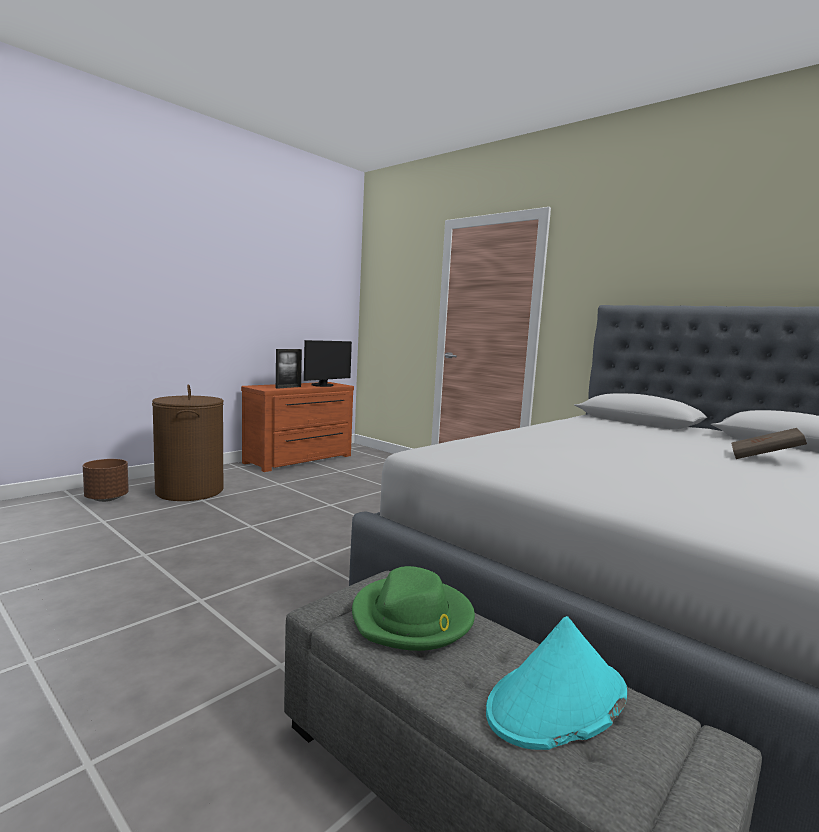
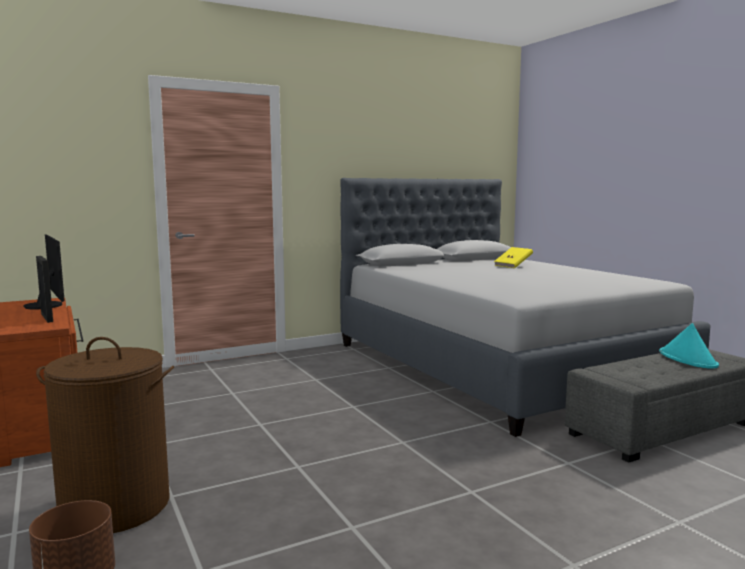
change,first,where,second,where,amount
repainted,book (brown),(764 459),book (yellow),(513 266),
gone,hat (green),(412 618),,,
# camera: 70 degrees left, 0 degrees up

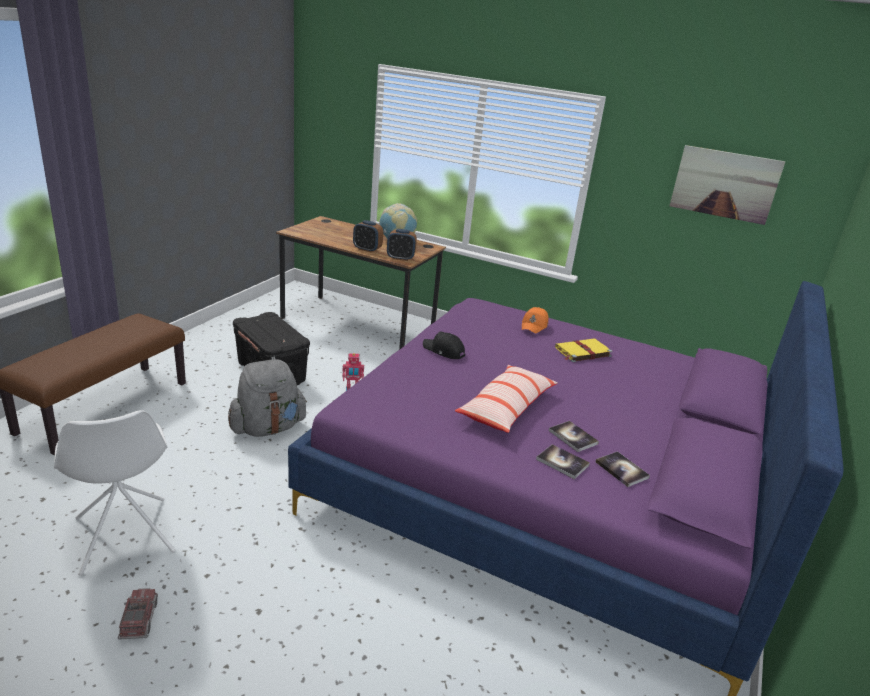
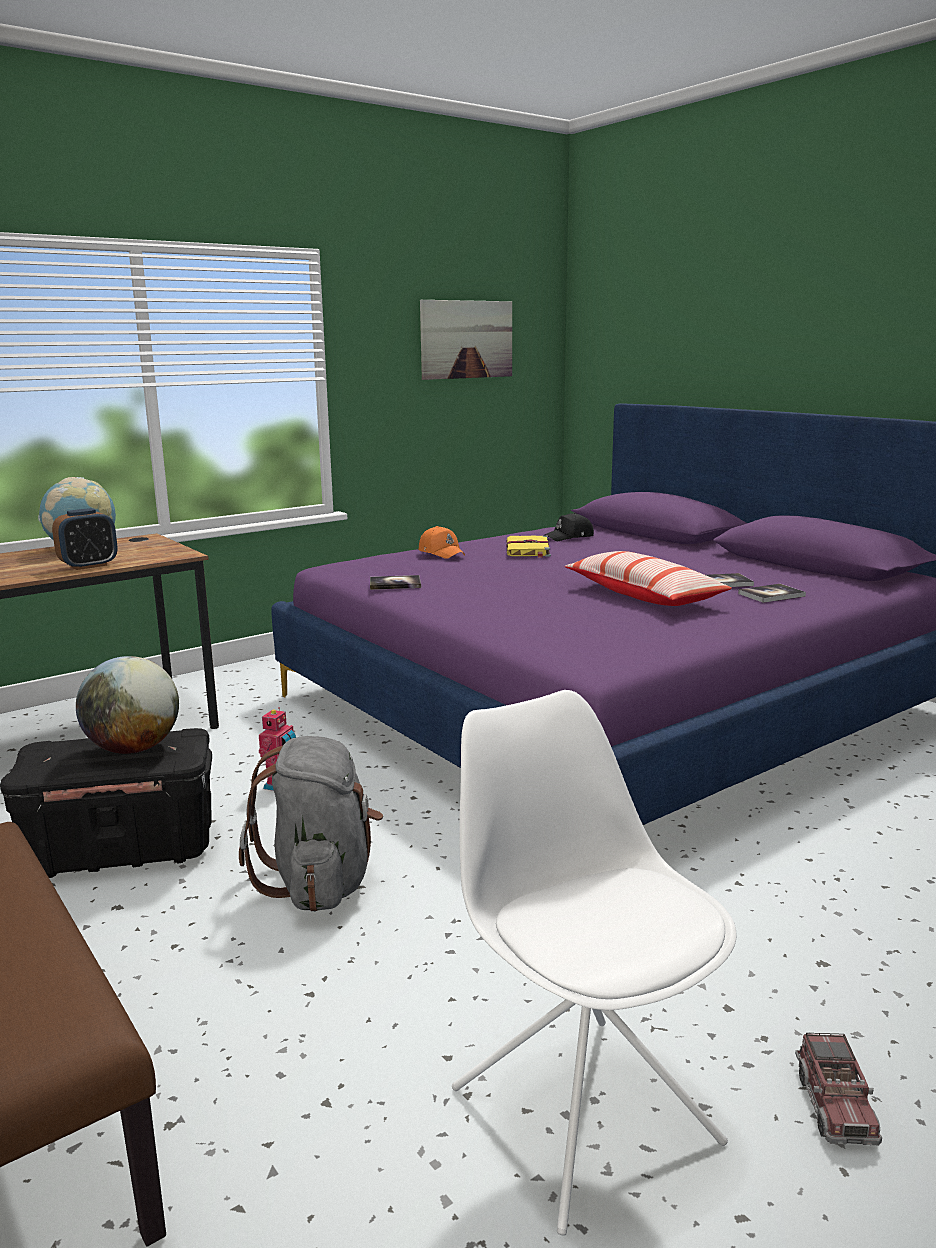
change,first,where,second,where,amount
new,,,globe,(134 749),
shifted,book,(621 470),,(395 584),
rotated,chair (white),(124 537),,(581 1111),120 degrees counterclockwise
shifted,cap (black),(443 351),,(569 537),
rotated,toy truck,(139 620),,(835 1105),105 degrees counterclockwise
gone,alarm clock,(400 258),,,
# camera: 60 degrees left, 10 degrees down

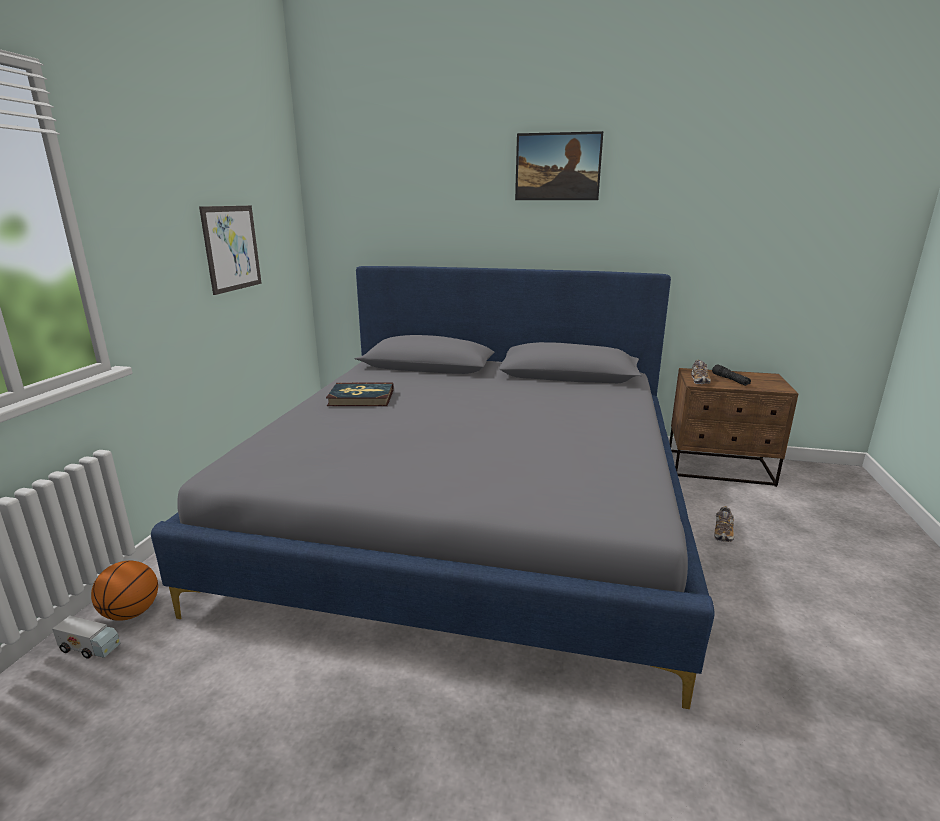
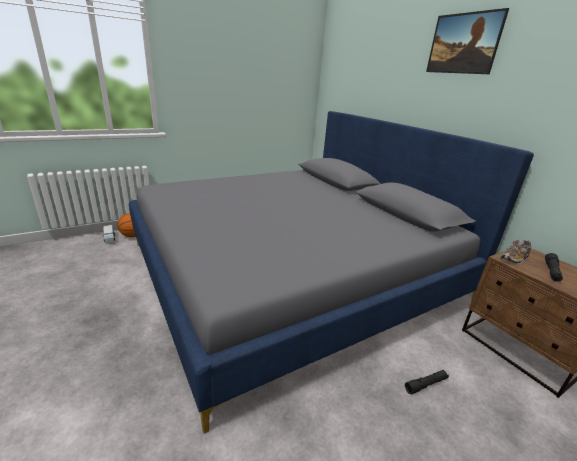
change,first,where,second,where,amount
swapped,shoe,(723 533),flashlight (black),(426 384),
gone,picture,(232 248),,,
gone,book,(361 398),,,
# camera: 45 degrees right, 5 degrees up

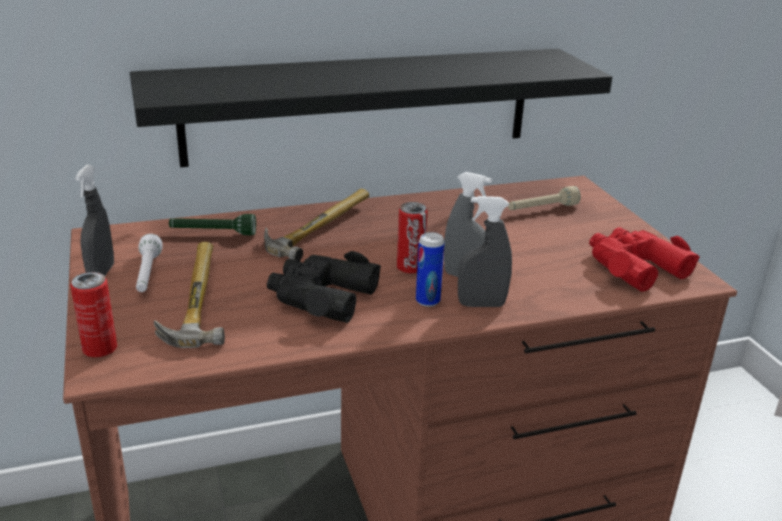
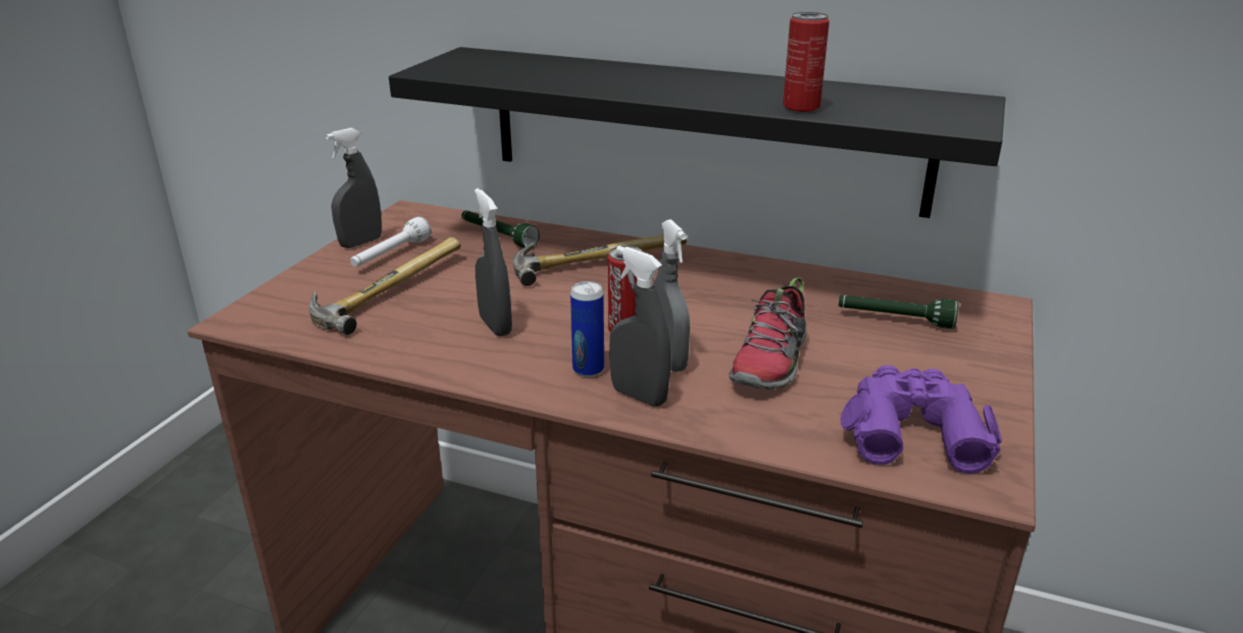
change,first,where,second,where,amount
swapped,binoculars (black),(321 296),spray bottle (grey),(495 326),
new,,,shoe,(771 362),
shifted,can,(100 349),,(801 108),
repainted,flashlight (beige),(541 209),flashlight (green),(894 320),
repainted,binoculars (red),(634 266),binoculars (purple),(913 430),
# camera: 40 degrees right, 0 degrees up

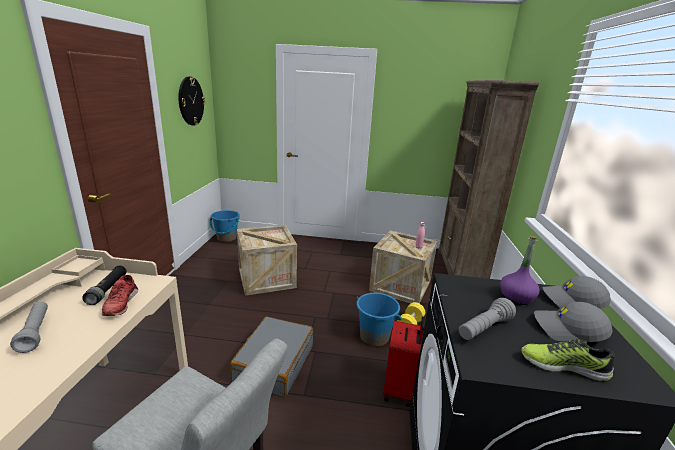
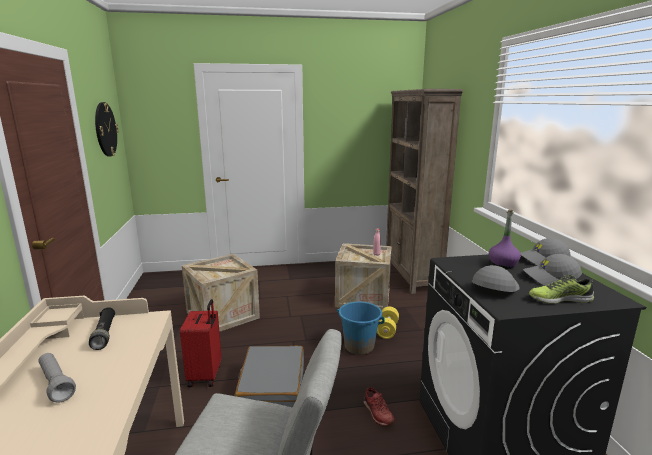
change,first,where,second,where,amount
shifted,suitcase (red),(400 389),,(206 375),
shifted,shoe (red),(120 303),,(377 412),
swapped,flashlight (grey),(484 329),cap (grey),(494 287),
gone,bucket (blue),(226 238),,,
# camera: 15 degrees left, 5 degrees down

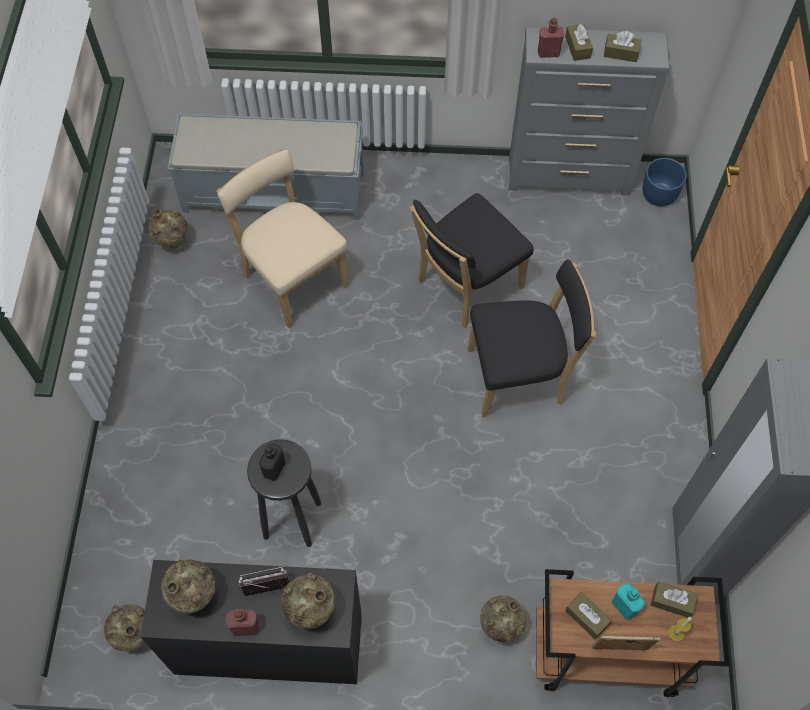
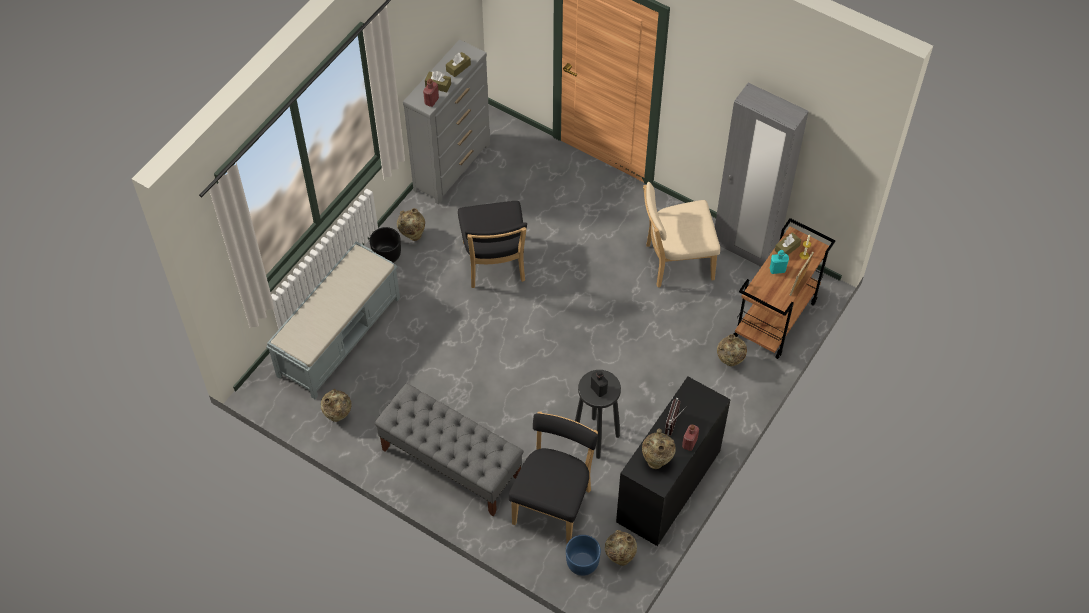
change,first,where,second,where,amount
new,,,planter (black),(387 255),
new,,,bench (grey),(450 464),
shifted,vase (beige),(311 612),,(412 236),
shifted,chair (black),(520 376),,(554 503),
shifted,planter (blue),(658 194),,(582 563),
shifted,chair (beige),(292 278),,(675 262),
gone,tissue box (brown),(586 617),,,
# camera: 60 degrees left, 5 degrees down

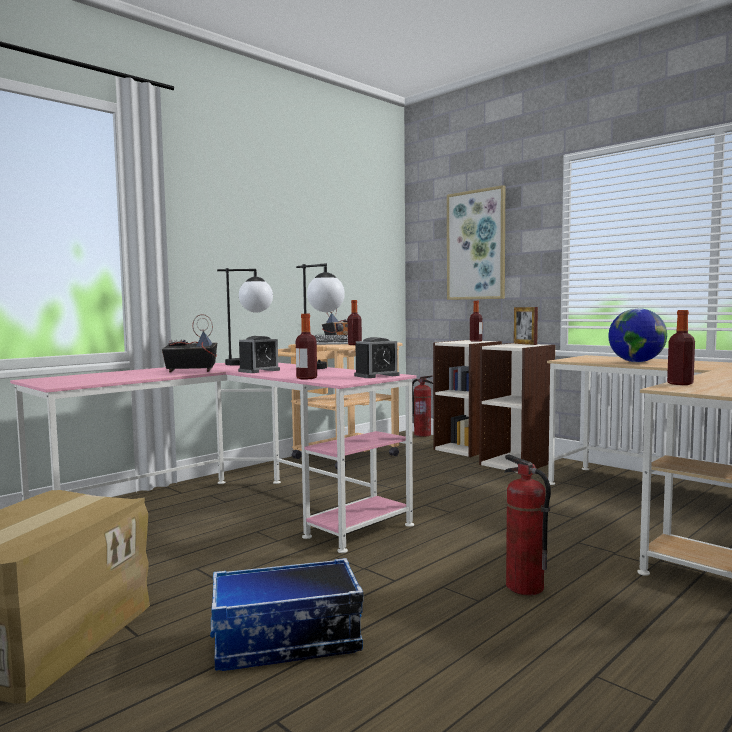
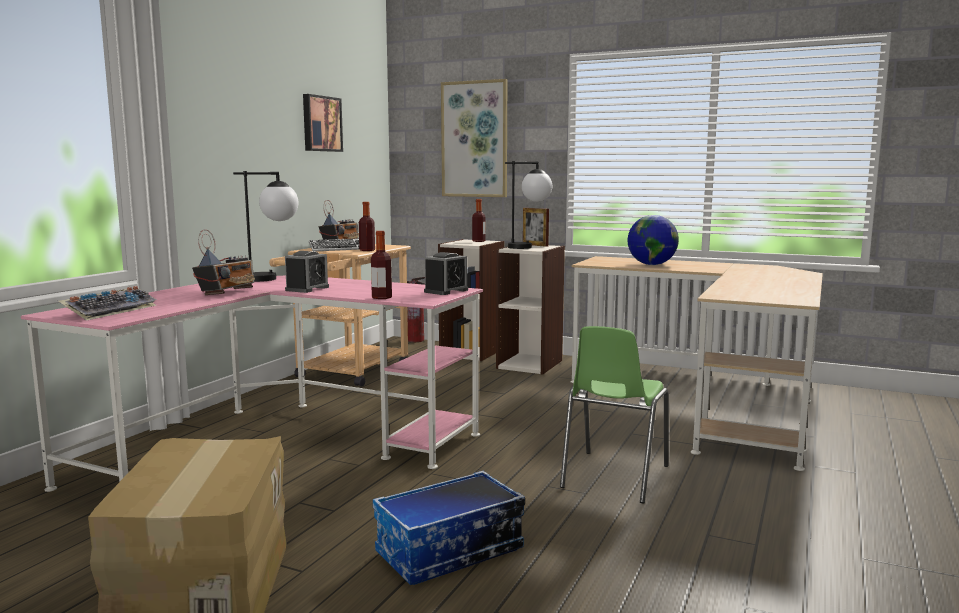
change,first,where,second,where,amount
new,,,keyboard,(110 311),
rotated,radio,(190 371),,(227 292),135 degrees clockwise
new,,,picture,(321 124),
shifted,table lamp,(321 368),,(529 248),
swapped,fire extinguisher,(524 587),chair (green),(613 477),
gone,bottle,(680 384),,,
# camera: 20 degrees left, 5 degrees up

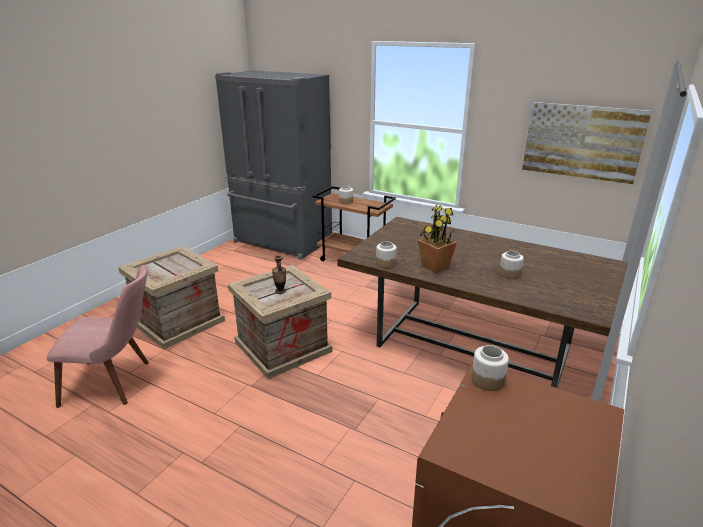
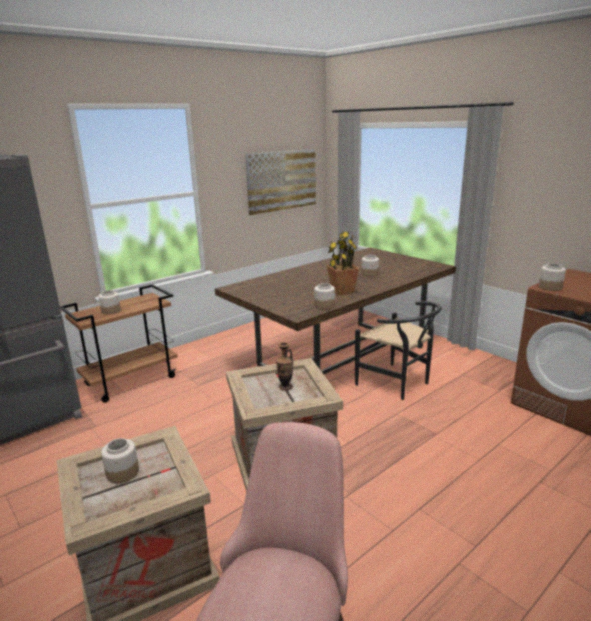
change,first,where,second,where,amount
new,,,jar,(122 473),
new,,,chair (black),(398 384),
# camera: 70 degrees left, 5 degrees down

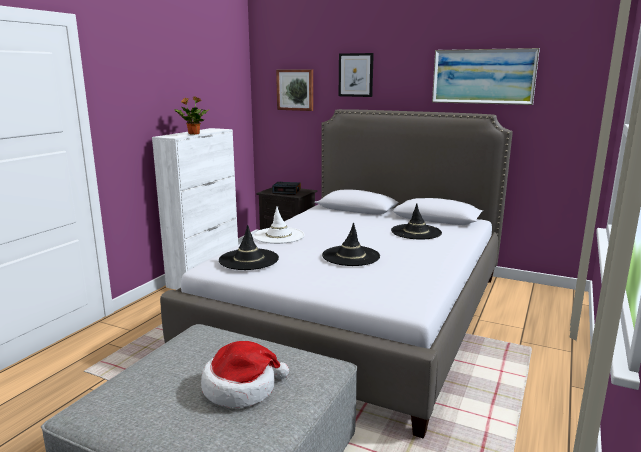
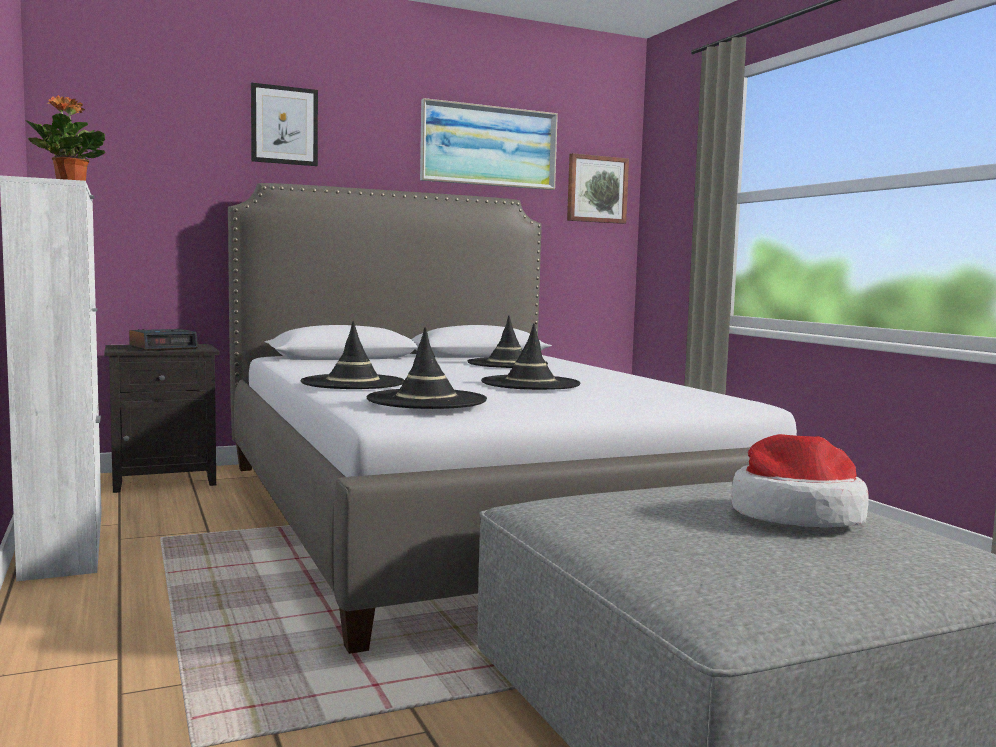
change,first,where,second,where,amount
repainted,hat (white),(279 236),hat (black),(353 383),
shifted,picture,(295 90),,(596 189),
# camera: 50 degrees left, 10 degrees down

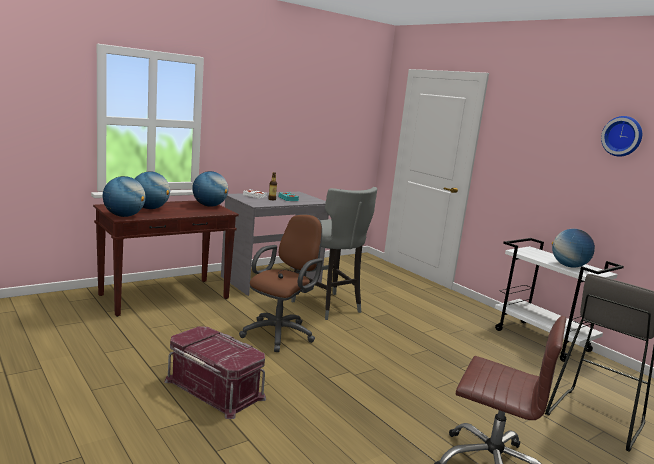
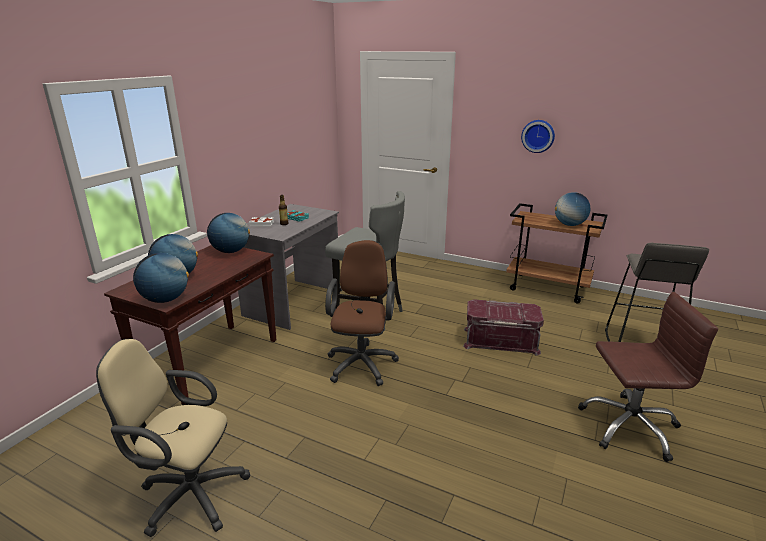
change,first,where,second,where,amount
new,,,office chair (beige),(188 494),
shifted,storage box (red),(216 388),,(500 340),
repainted,cart (white),(543 340),cart (brown),(548 288),
shifted,wall clock,(623 136),,(538 136),
# camera: 25 degrees left, 10 degrees up

